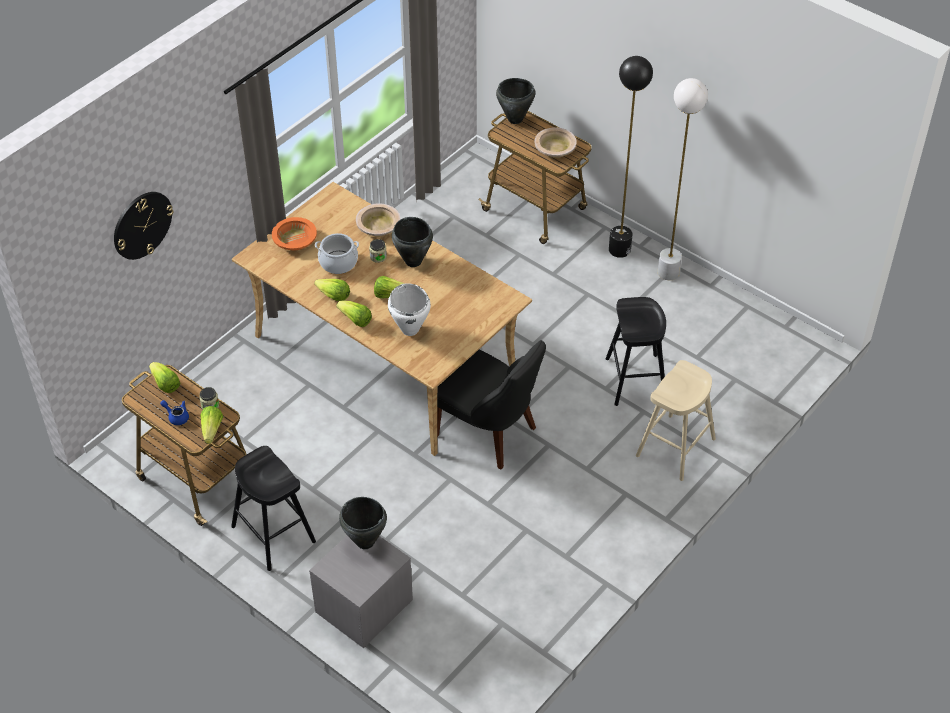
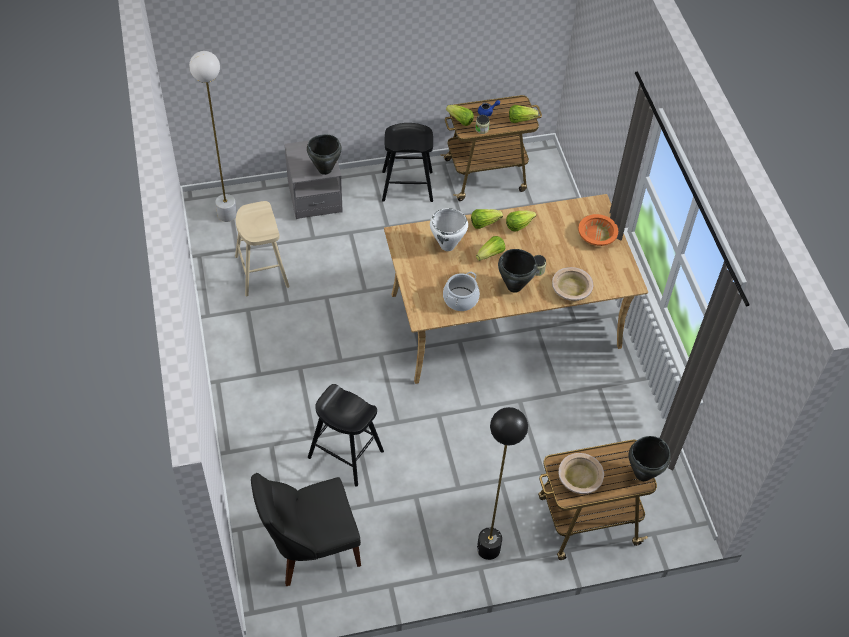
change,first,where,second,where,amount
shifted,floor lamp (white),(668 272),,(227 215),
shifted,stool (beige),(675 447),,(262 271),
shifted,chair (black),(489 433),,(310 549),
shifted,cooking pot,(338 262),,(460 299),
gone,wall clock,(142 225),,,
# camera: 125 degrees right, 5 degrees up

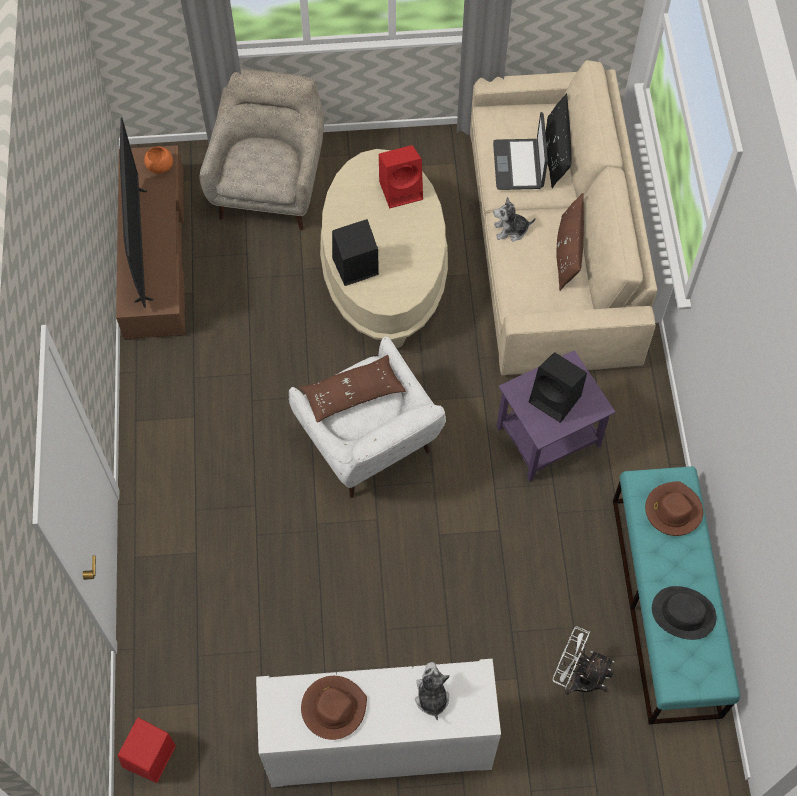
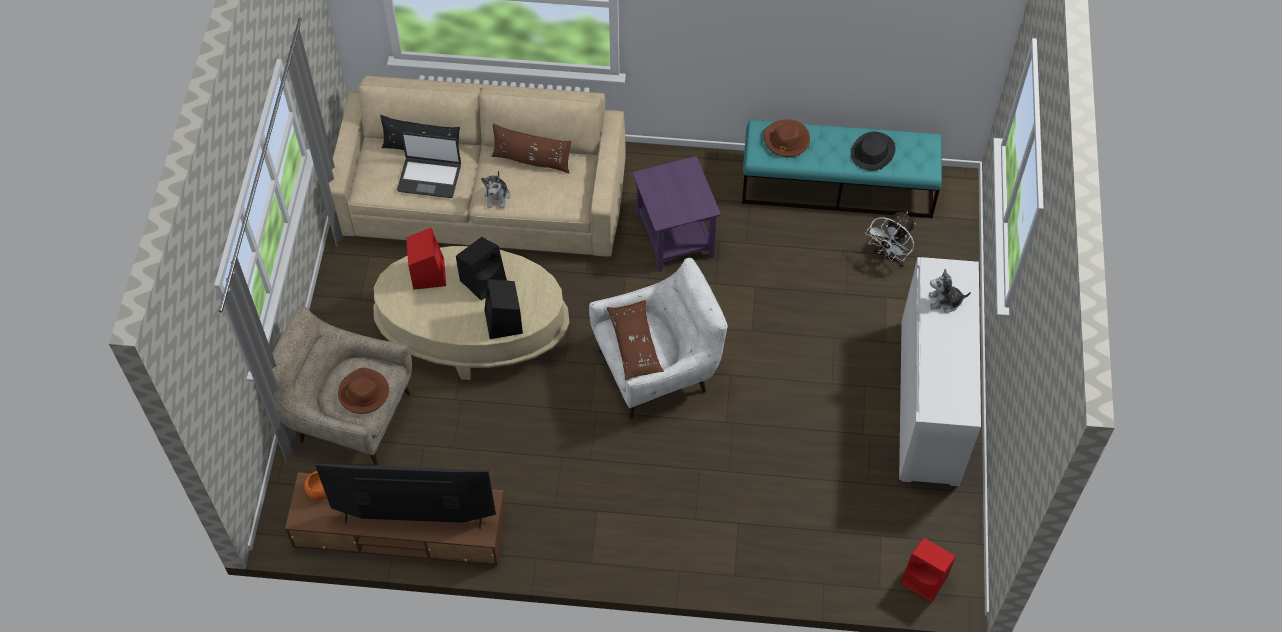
change,first,where,second,where,amount
shifted,hat (brown),(333 708),,(363 393),
shifted,speaker (black),(556 399),,(484 280),
# camera: 80 degrees left, 5 degrees down

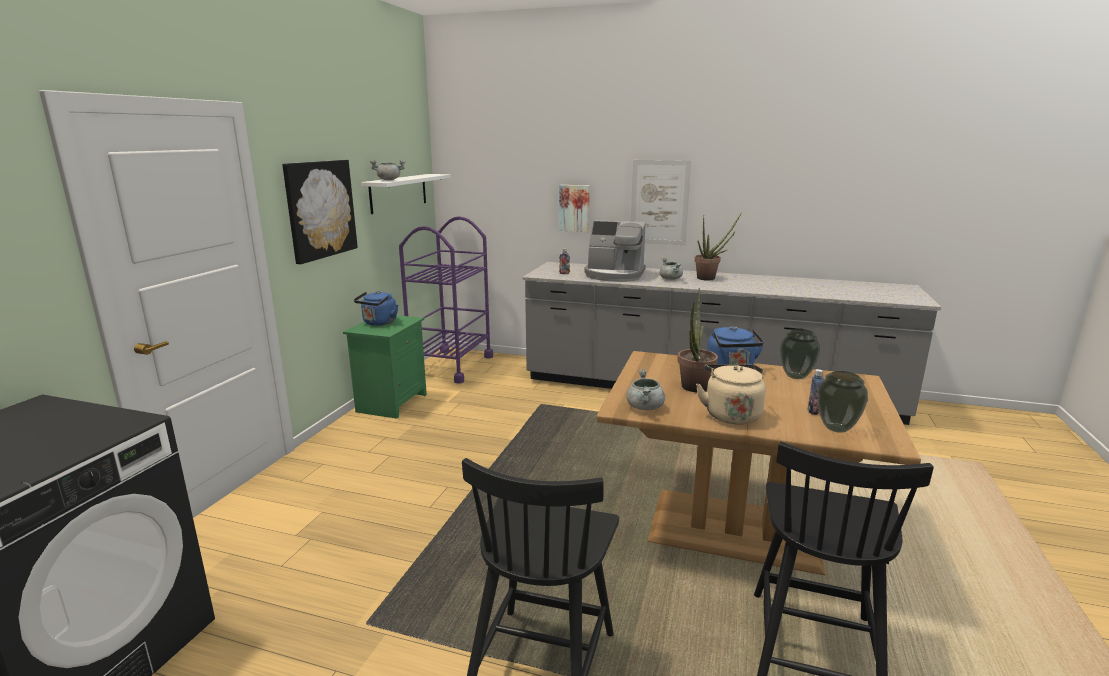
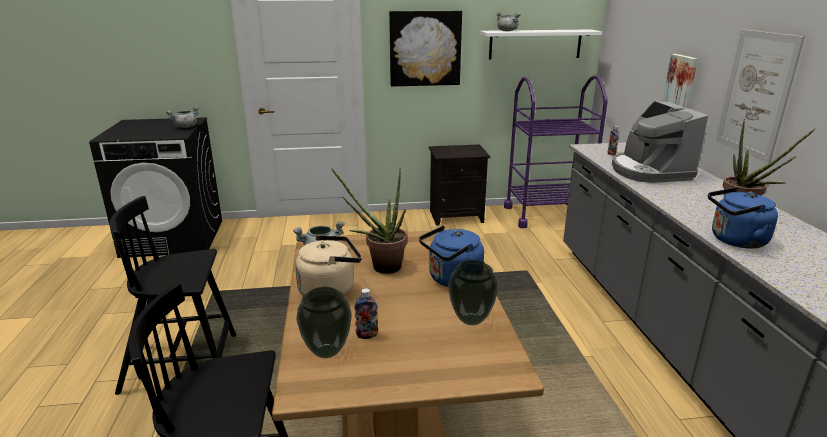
change,first,where,second,where,amount
shifted,cooking pot (grey),(671 279),,(186 127),
repainted,nightstand (green),(391 402),nightstand (black),(457 216),
shifted,kettle (blue),(379 323),,(735 241),
# camera: 65 degrees right, 5 degrees up

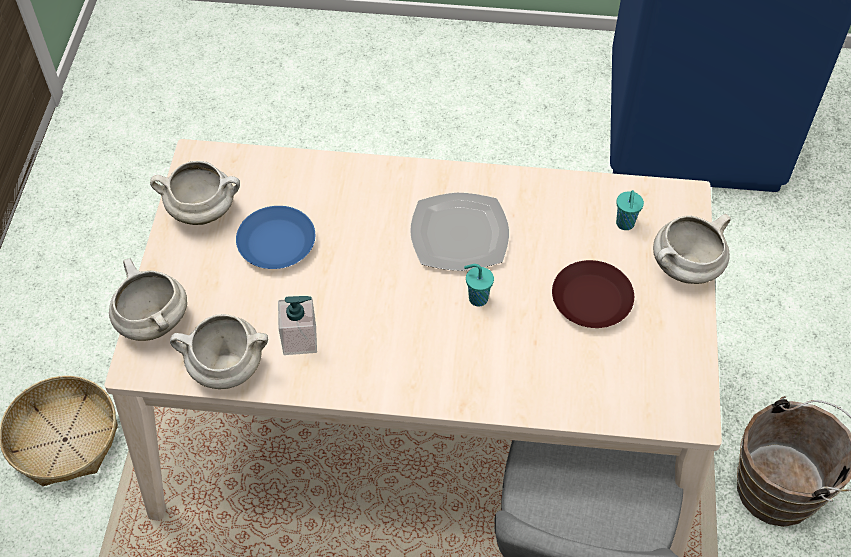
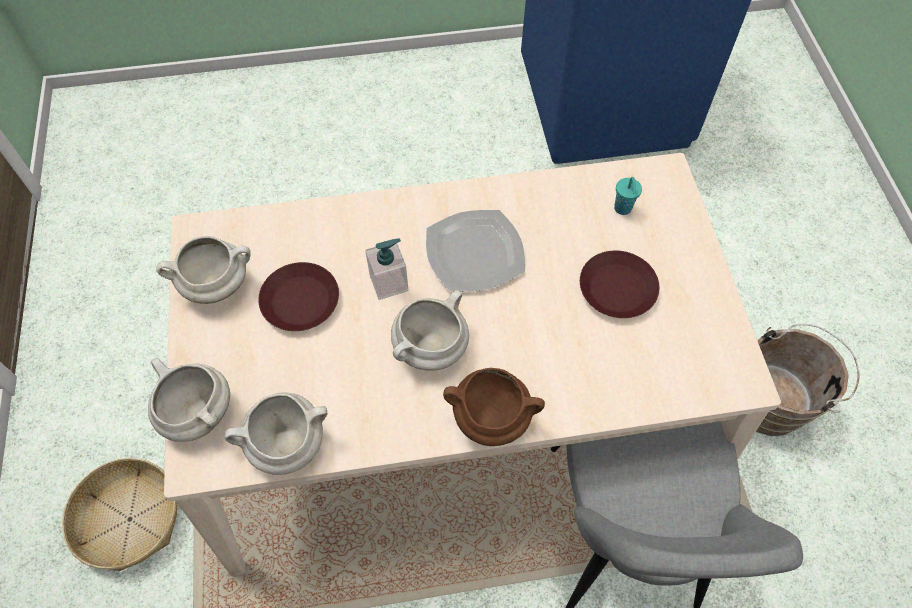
change,first,where,second,where,amount
repainted,plate (blue),(275 243),plate (brown),(299 301),
shifted,soap dispenser,(300 340),,(389 283),
shifted,cooking pot (white),(685 268),,(430 348),
new,,,cooking pot (brown),(492 417),
gone,cup (turquoise),(477 298),,,
# camera: 15 degrees left, 5 degrees up

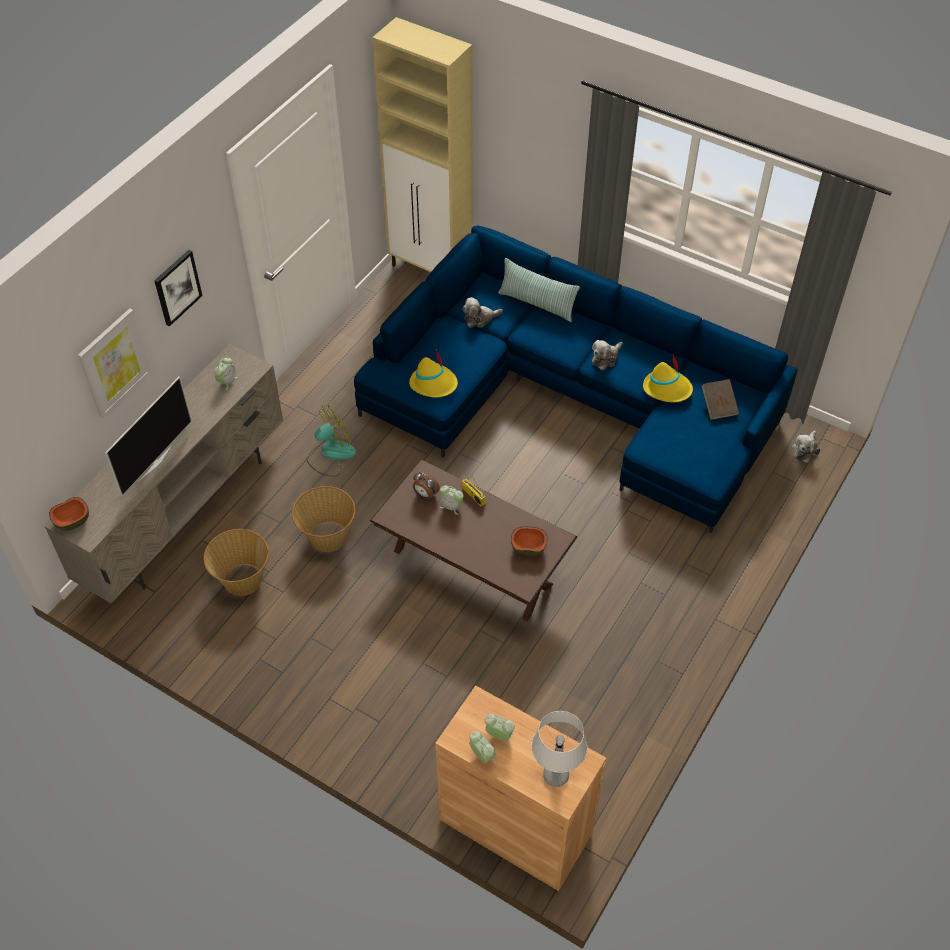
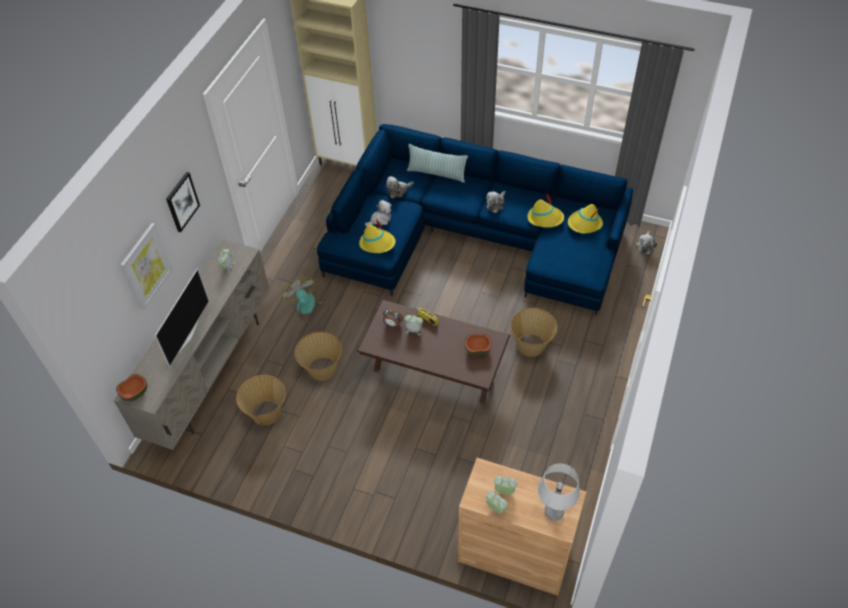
change,first,where,second,where,amount
rotated,fan,(330 454),,(309 308),75 degrees counterclockwise
new,,,plush toy,(380 219),
new,,,basket,(531 345),
swapped,book (brown),(719 406),hat (yellow),(584 224),
# camera: 10 degrees left, 0 degrees up

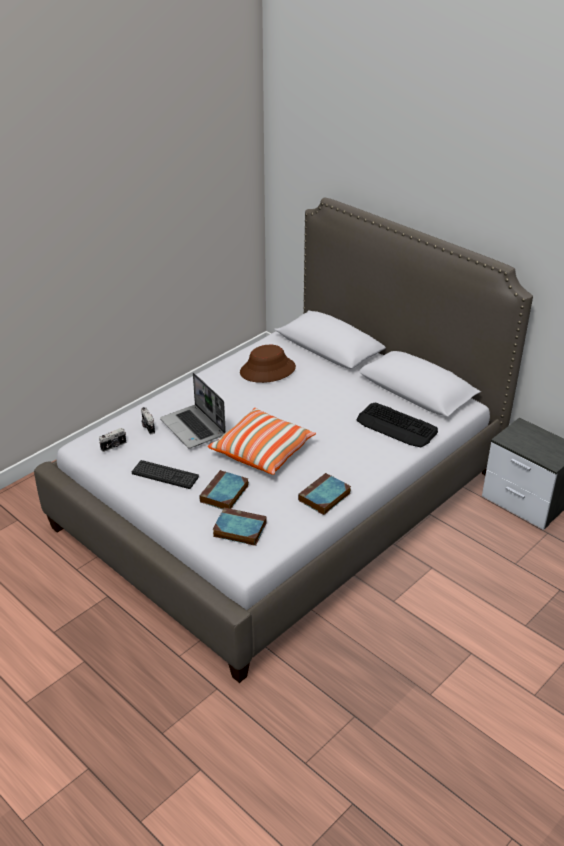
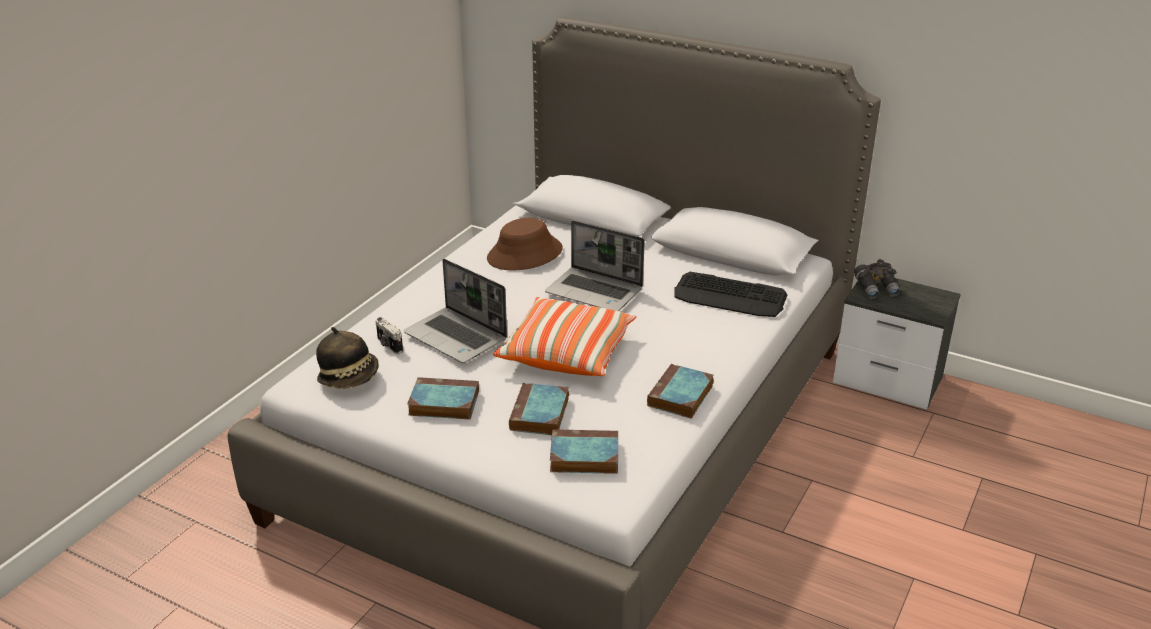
change,first,where,second,where,amount
swapped,photo camera,(114 446),hat,(350 377),
swapped,keyboard,(165 475),book,(442 403),
new,,,laptop,(595 291),
new,,,binoculars (grey),(876 289),
# camera: 15 degrees left, 5 degrees down

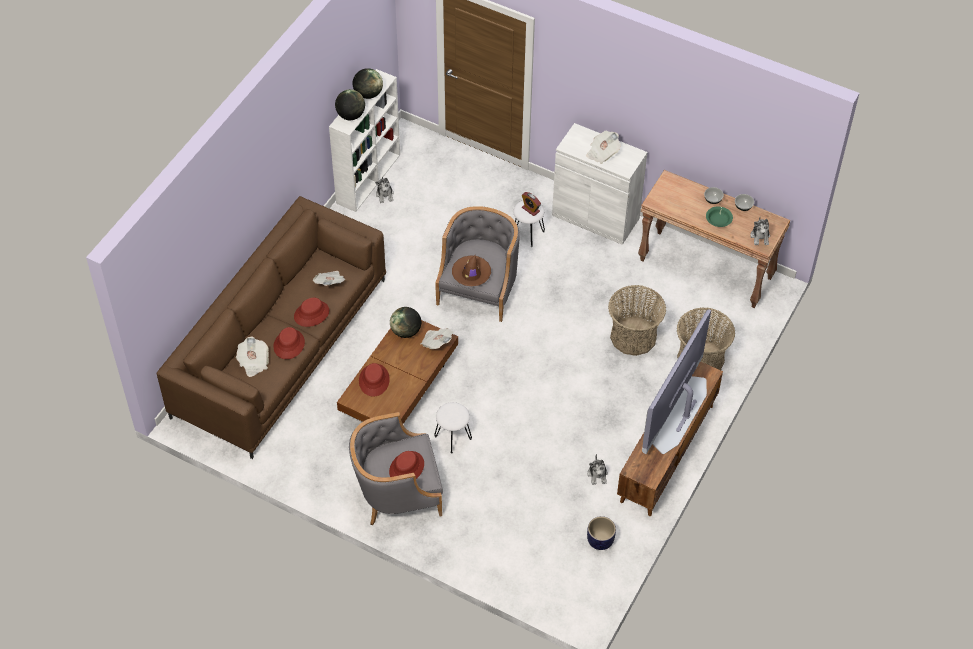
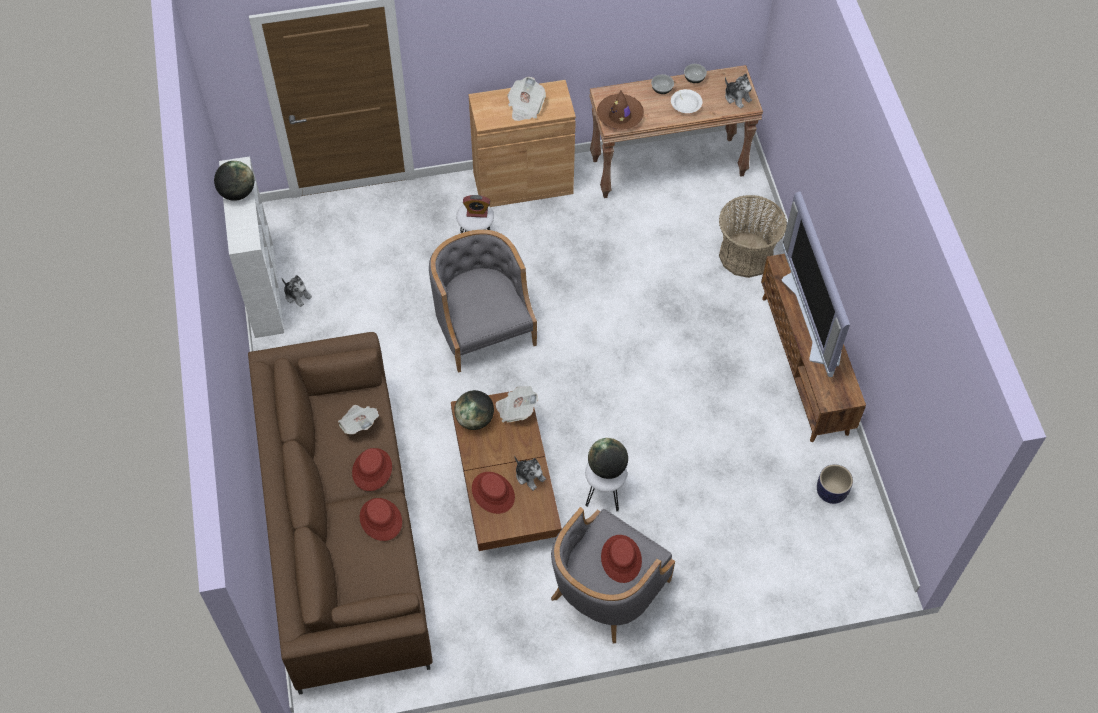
change,first,where,second,where,amount
repainted,cabinet (white),(595 217),cabinet (brown),(523 183),
shifted,plush toy,(597 474),,(529 476),
shifted,globe,(351 115),,(607 467),
shifted,hat (brown),(471 274),,(620 116),
repainted,bowl (green),(718 220),bowl (white),(686 105),
gone,newspaper,(253 362),,,
gone,basket,(633 336),,,
# camera: 40 degrees left, 5 degrees up

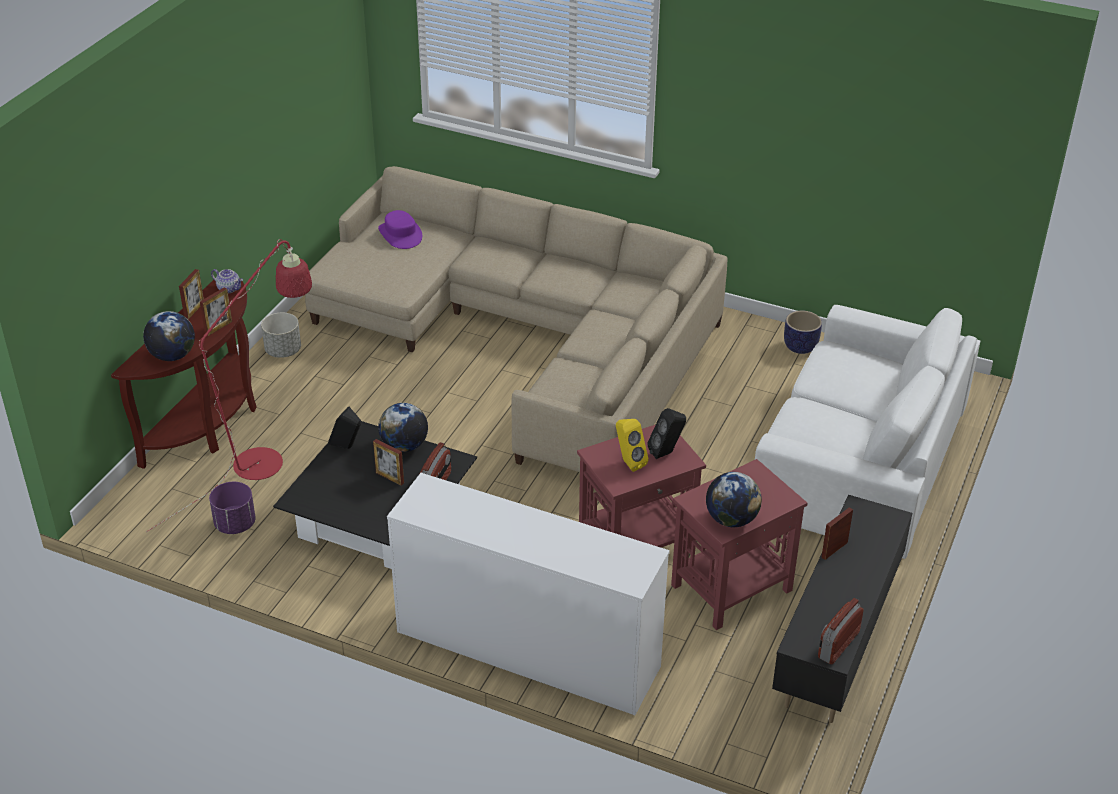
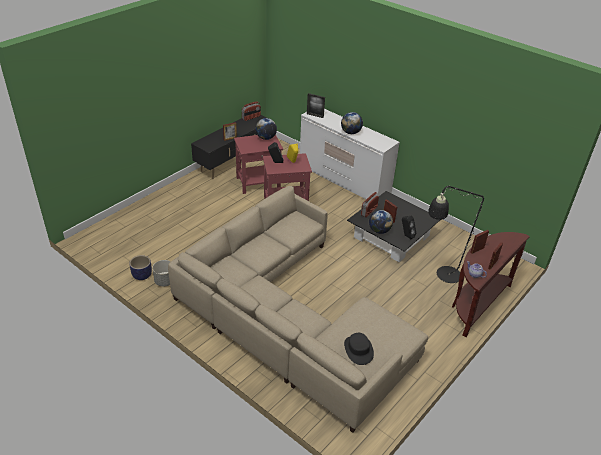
change,first,where,second,where,amount
shifted,planter (grey),(283 350),,(165 281),
new,,,picture frame,(315 115),
shifted,globe,(172 356),,(351 132),
repainted,hat (purple),(400 234),hat (black),(358 350),
repainted,floor lamp (red),(268 457),floor lamp (black),(443 277),
gone,planter (purple),(235 524),,,
gone,sofa (white),(859 460),,,
# camera: 165 degrees left, 0 degrees up

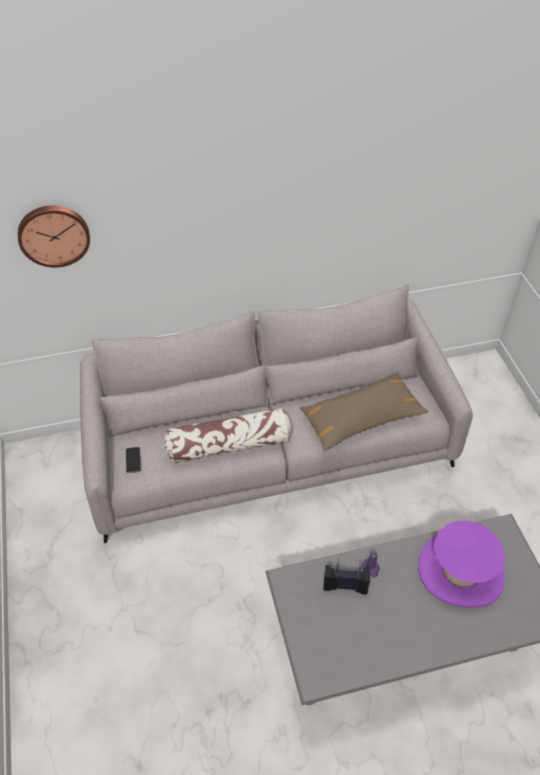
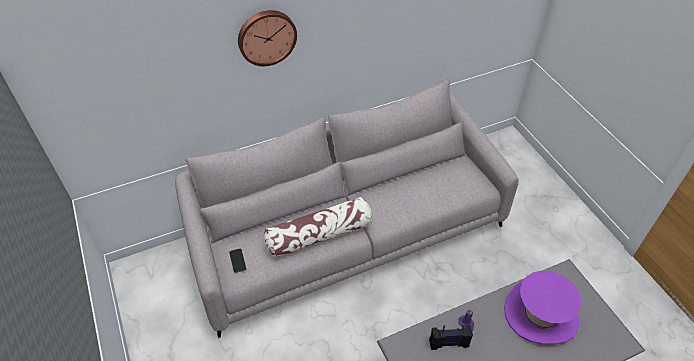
change,first,where,second,where,amount
shifted,wall clock,(54 234),,(266 37),
gone,pillow (brown),(361 418),,,
# camera: 10 degrees left, 0 degrees up

